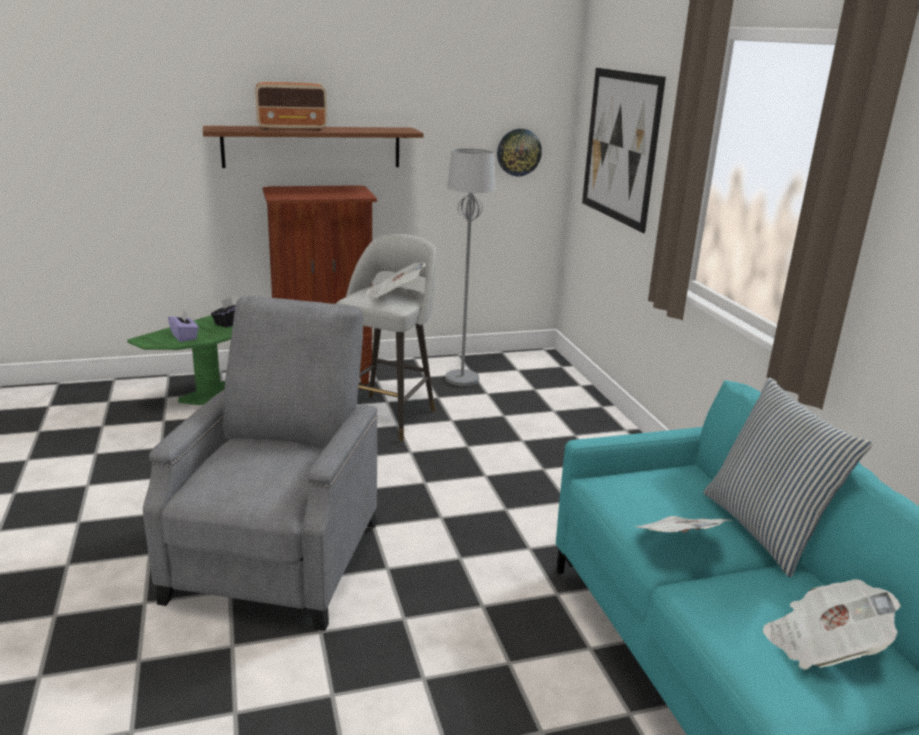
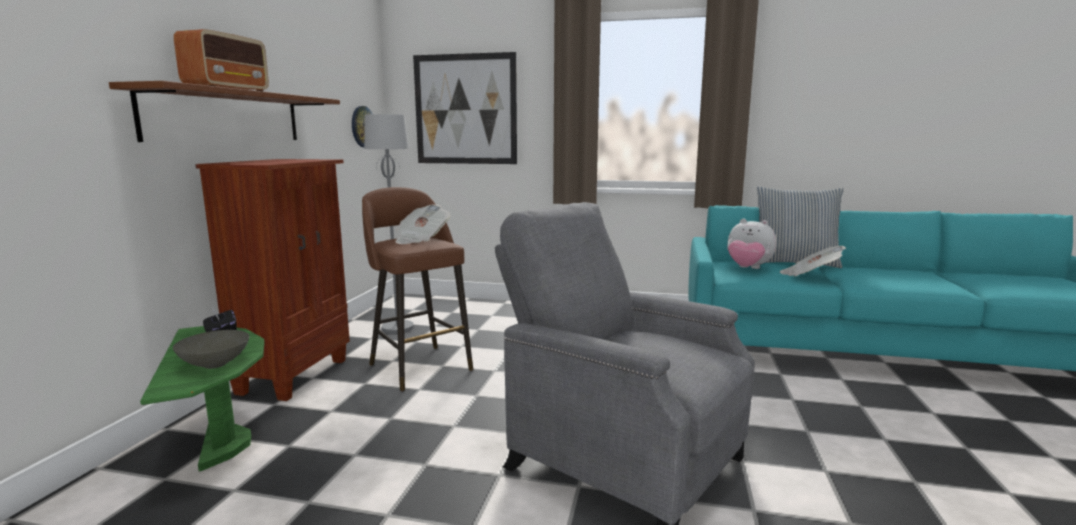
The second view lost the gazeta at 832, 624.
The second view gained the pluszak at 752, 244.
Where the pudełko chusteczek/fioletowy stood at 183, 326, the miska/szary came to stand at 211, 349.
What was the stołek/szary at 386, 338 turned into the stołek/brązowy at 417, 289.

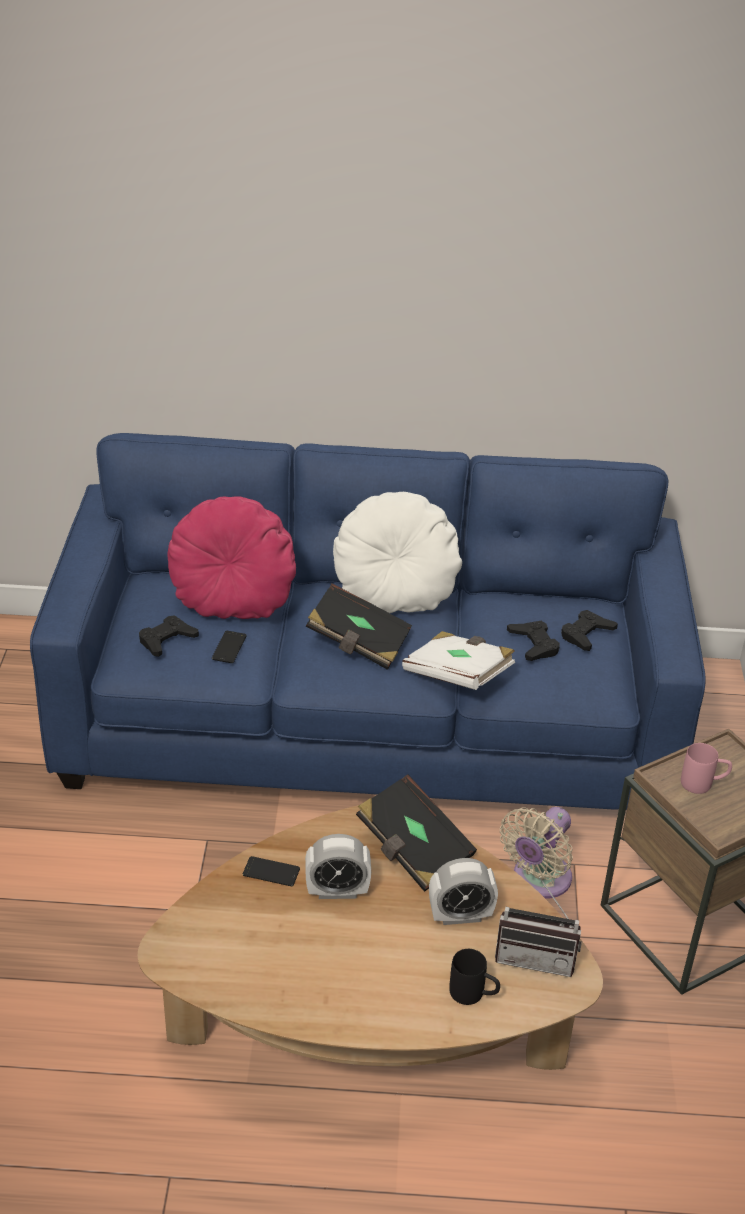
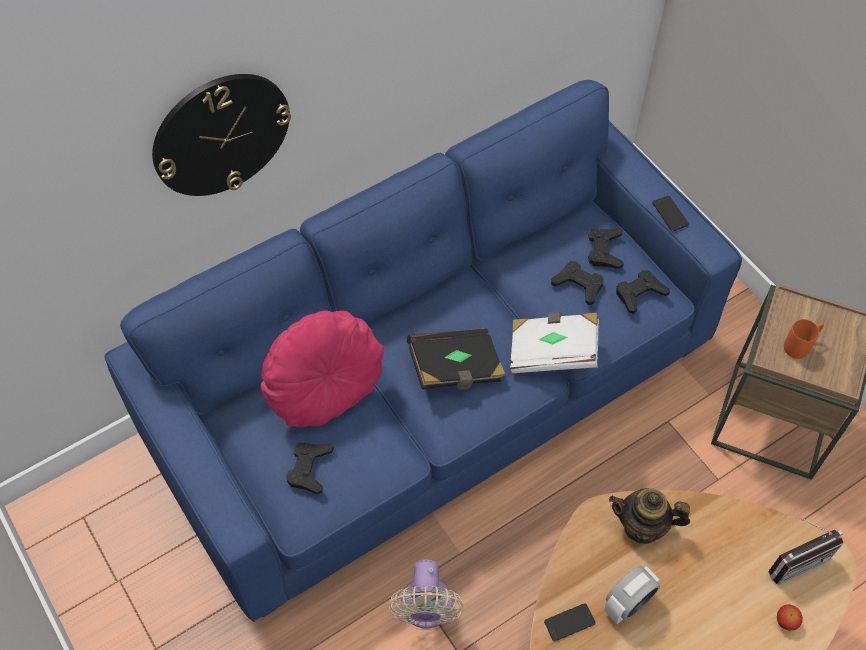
The second view lost the poduszka/biały at 397, 552.
The second view lost the budzik at 463, 891.
The second view gained the zegar ścienny at 221, 135.
The second view gained the pad do gier/czarny at 643, 292.
The telefon ended up elsewhere, having gone from 229, 647 to 670, 213.
The wentylator/beżowy ended up elsewhere, having gone from 536, 853 to 425, 594.
Where the książka/czarny stood at 416, 833, the imbryk came to stand at 649, 516.
Where the kubek/czarny stood at 474, 977, the jabłko came to stand at 790, 617.
What was the kubek/różowy at 706, 768 turned into the kubek/pomarańczowy at 804, 339.

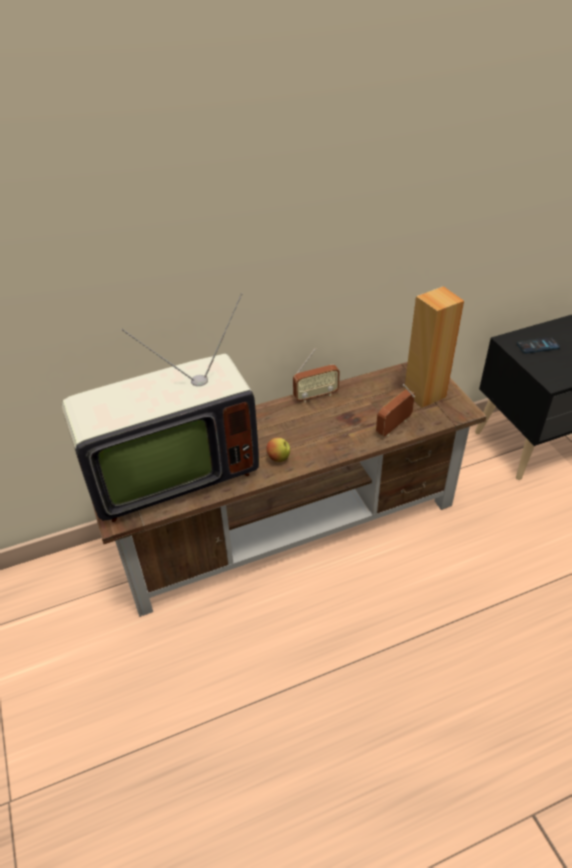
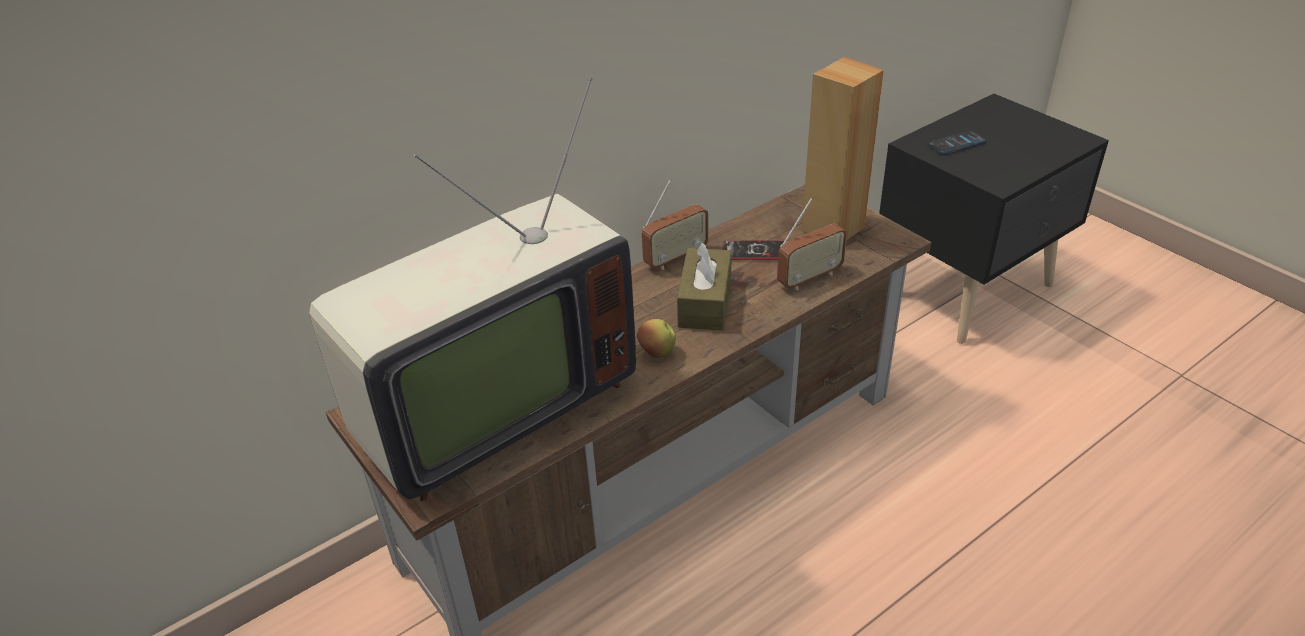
The second view gained the pudełko chusteczek/brązowy at 704, 286.
The second view gained the telefon at 753, 250.
The radio at 395, 410 ended up facing another way, 150 degrees counterclockwise from before.

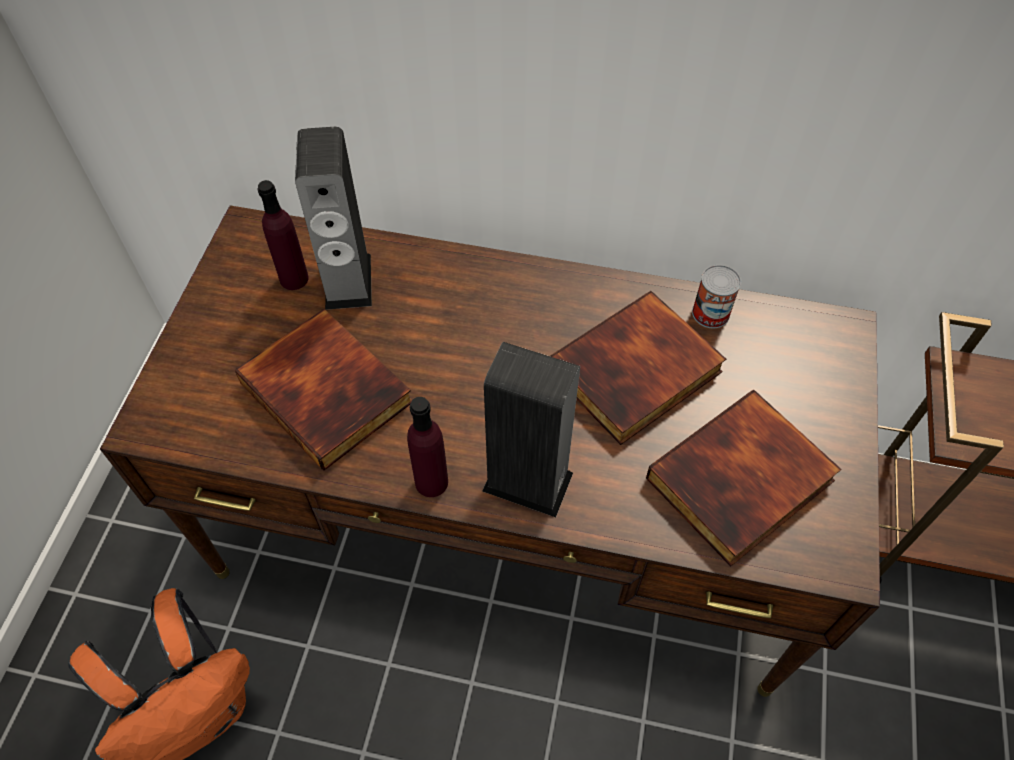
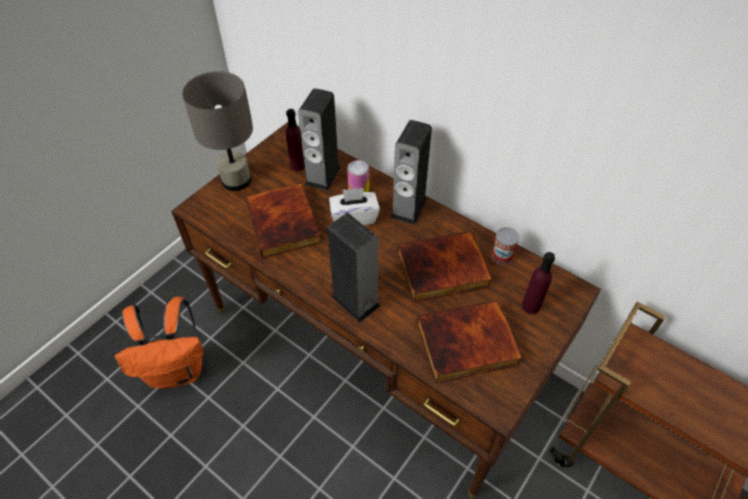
The second view gained the lampa stołowa/szary at 218, 131.
The second view gained the pudełko chusteczek/biały at 354, 206.
The second view gained the puszka at 358, 176.
The second view gained the głośnik at 411, 172.
The butelka/fioletowy ended up elsewhere, having gone from 427, 447 to 538, 283.

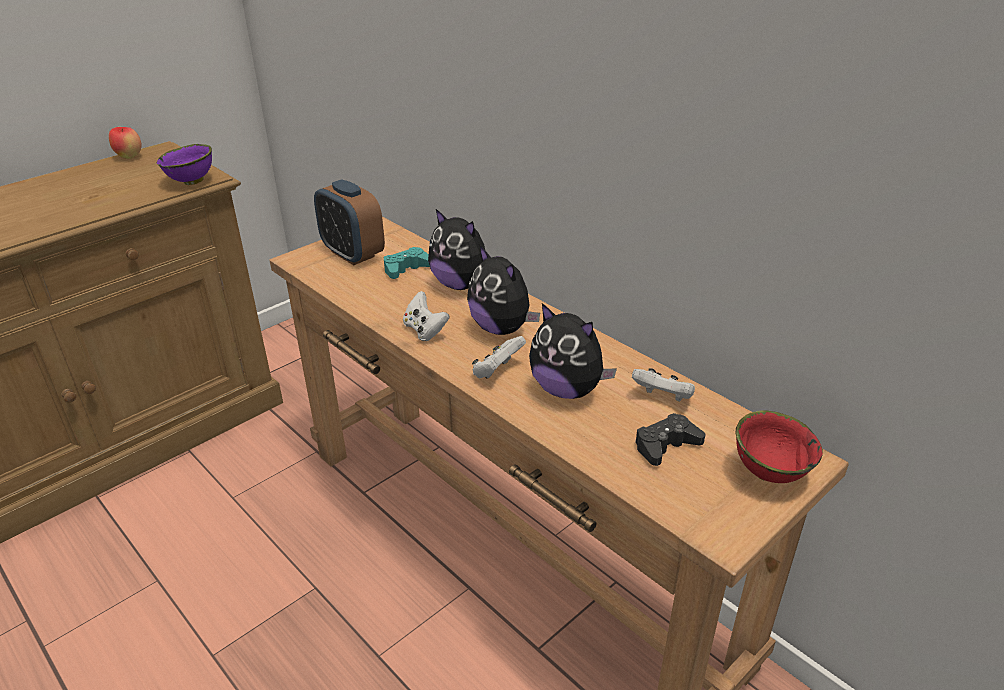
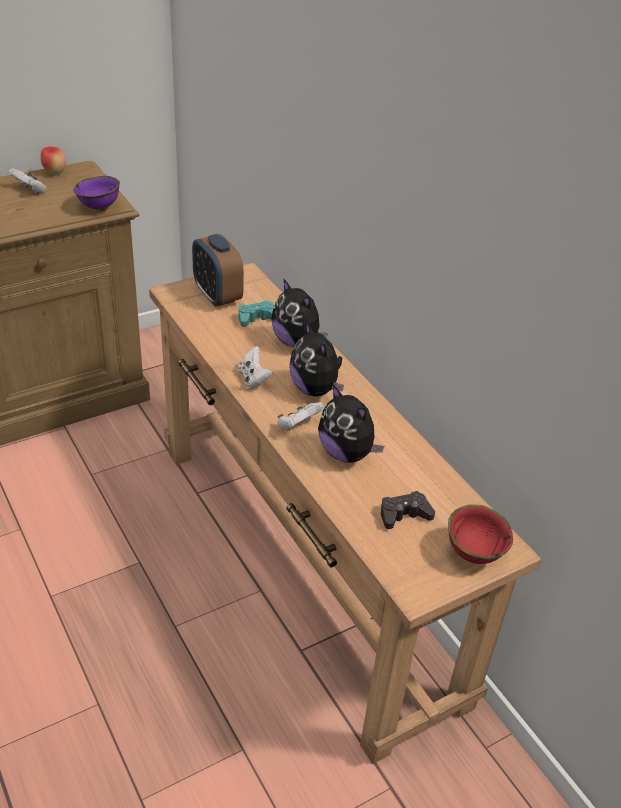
The pad do gier/biały ended up elsewhere, having gone from 663, 385 to 27, 181.

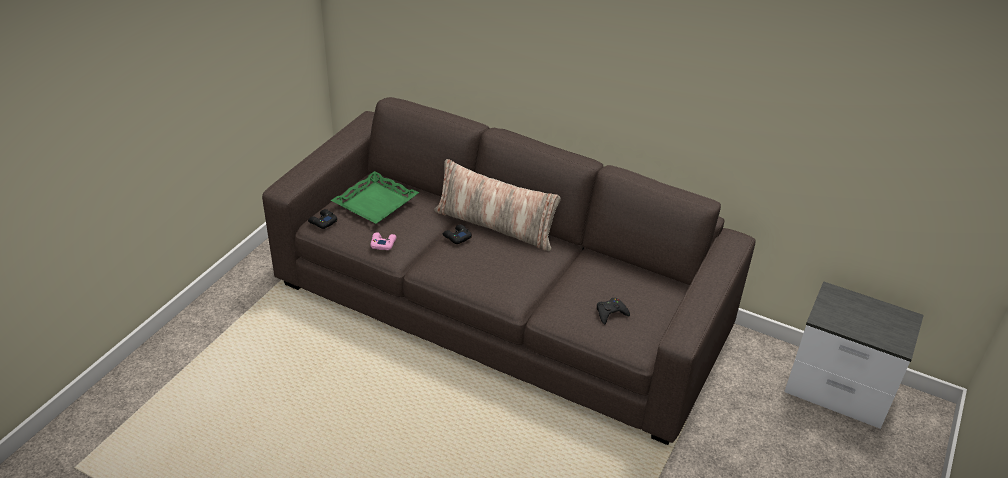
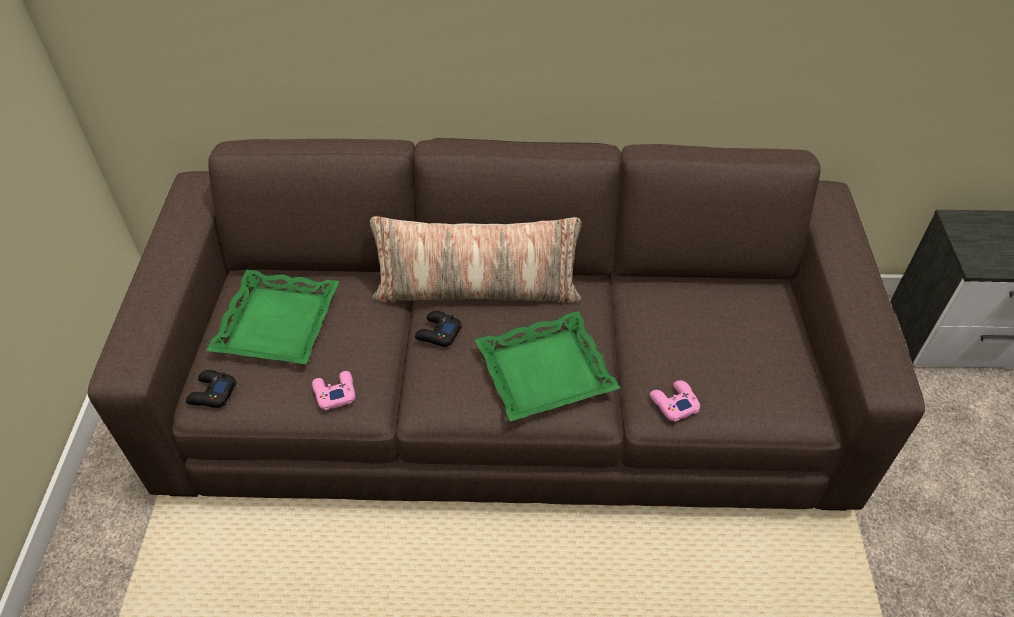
The second view lost the pad do gier/czarny at 613, 311.
The second view gained the taca/zielony at 547, 366.
The second view gained the pad do gier/różowy at 675, 401.

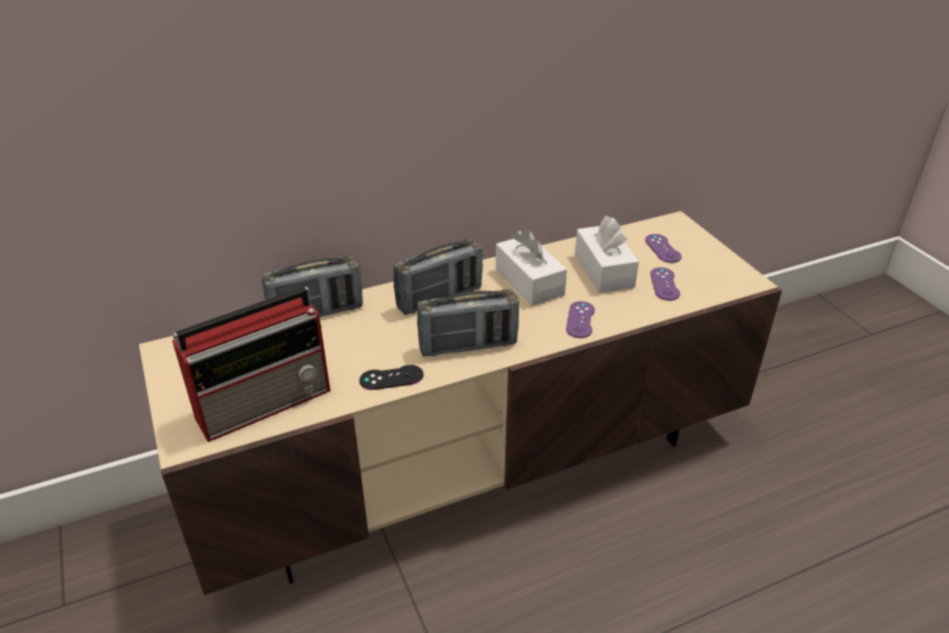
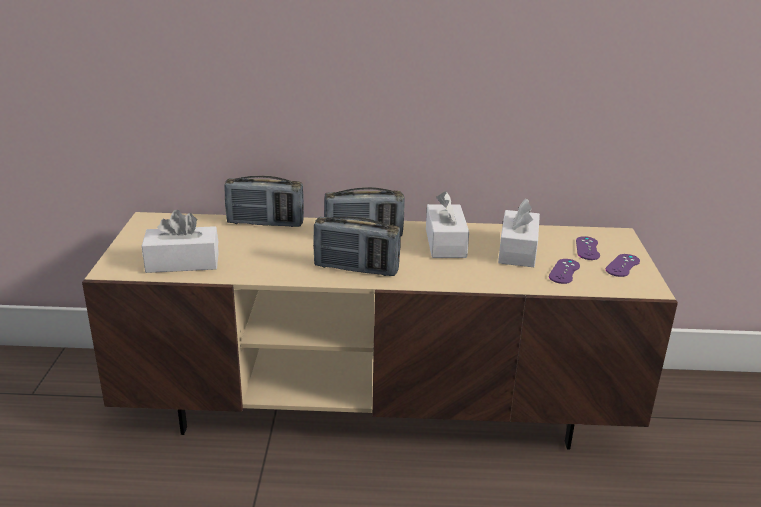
The second view lost the pad do gier/czarny at 391, 377.
The pad do gier/fioletowy ended up elsewhere, having gone from 580, 319 to 623, 265.
Where the radio stood at 251, 364, the pudełko chusteczek/biały came to stand at 180, 241.

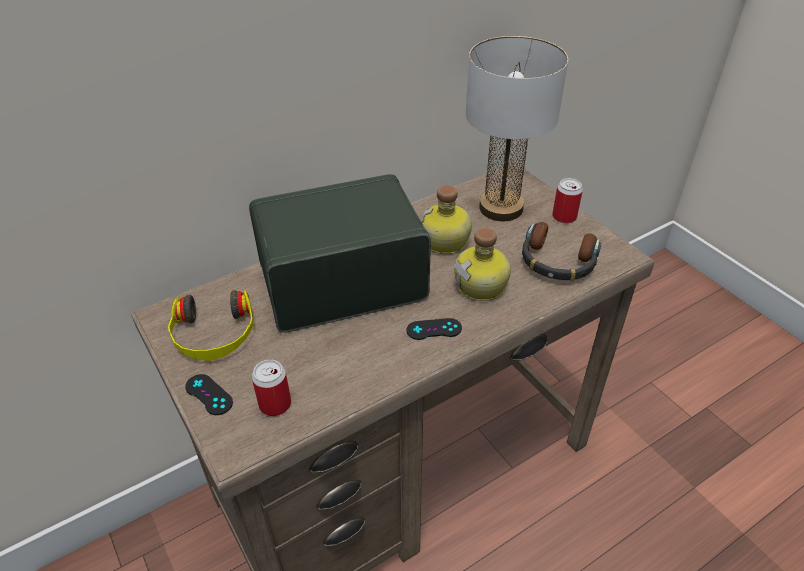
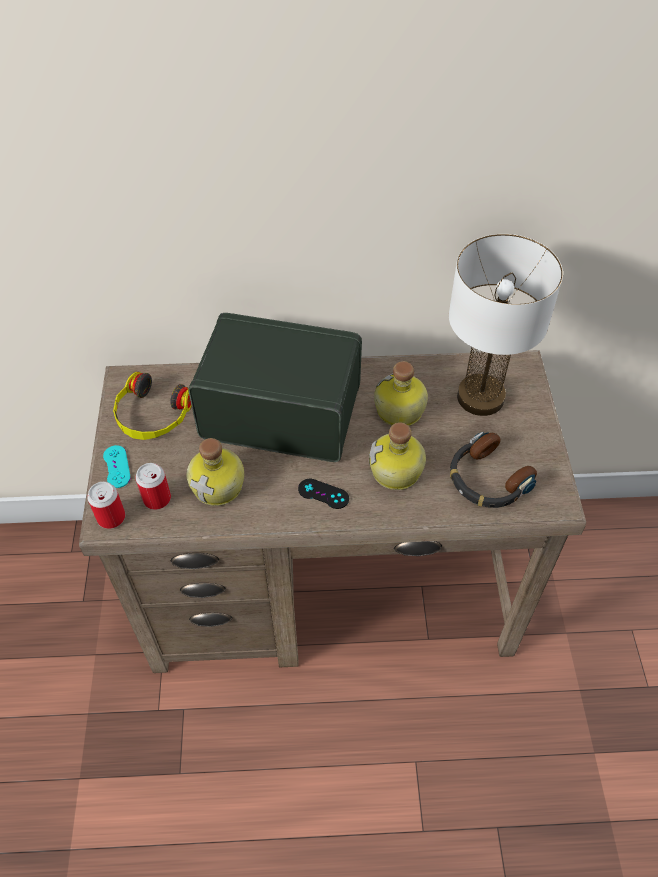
The second view gained the butelka at 215, 472.
The puszka ended up elsewhere, having gone from 567, 200 to 106, 505.
What was the pad do gier/czarny at 209, 394 turned into the pad do gier/turkusowy at 117, 466.

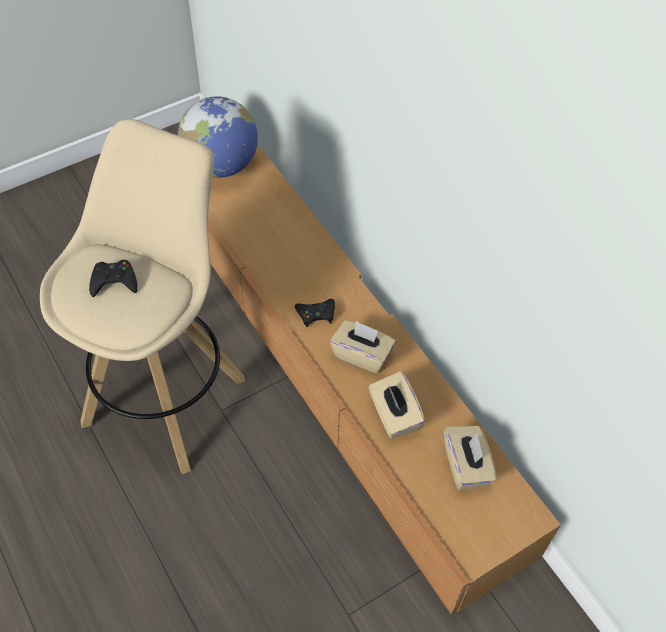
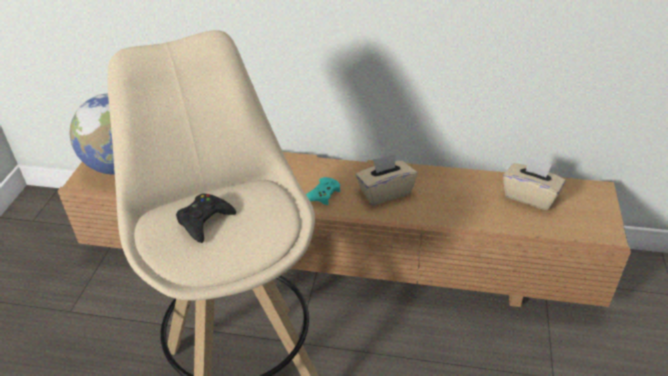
The second view lost the pudełko chusteczek/beżowy at 397, 405.
What was the pad do gier/czarny at 315, 313 turned into the pad do gier/turkusowy at 323, 191.

